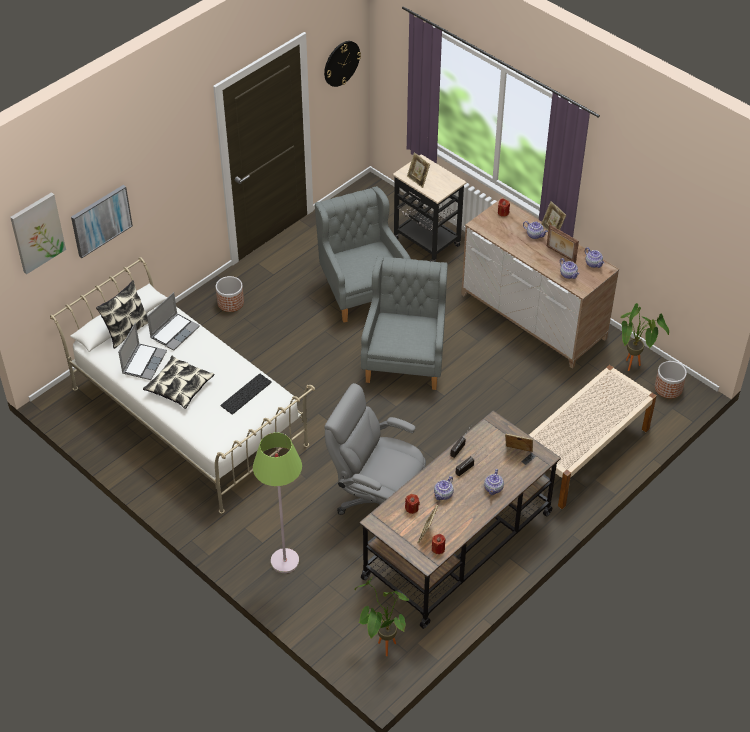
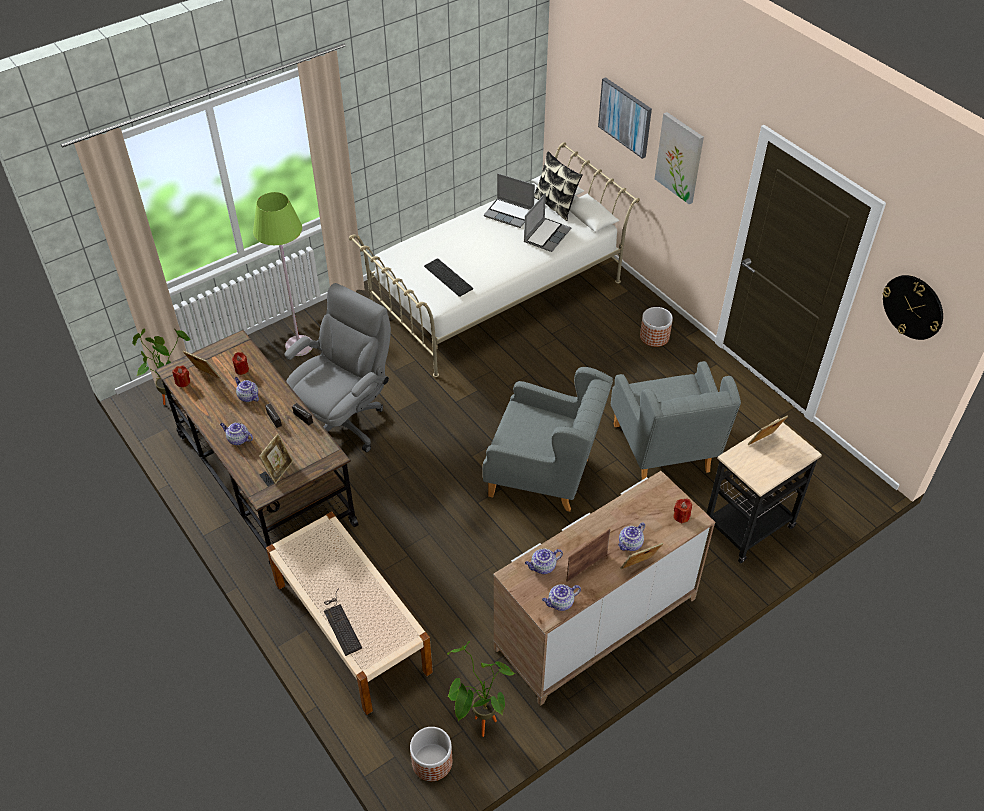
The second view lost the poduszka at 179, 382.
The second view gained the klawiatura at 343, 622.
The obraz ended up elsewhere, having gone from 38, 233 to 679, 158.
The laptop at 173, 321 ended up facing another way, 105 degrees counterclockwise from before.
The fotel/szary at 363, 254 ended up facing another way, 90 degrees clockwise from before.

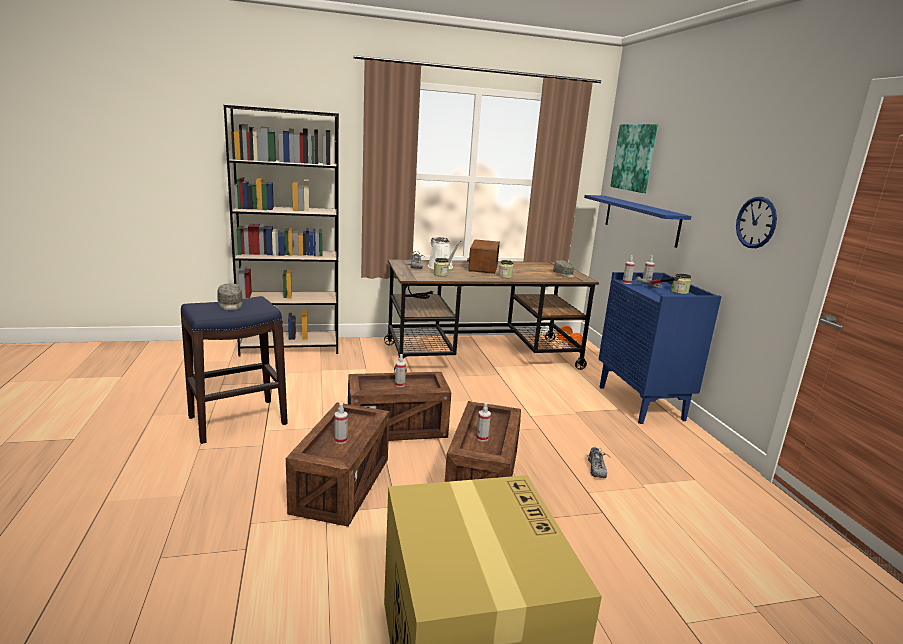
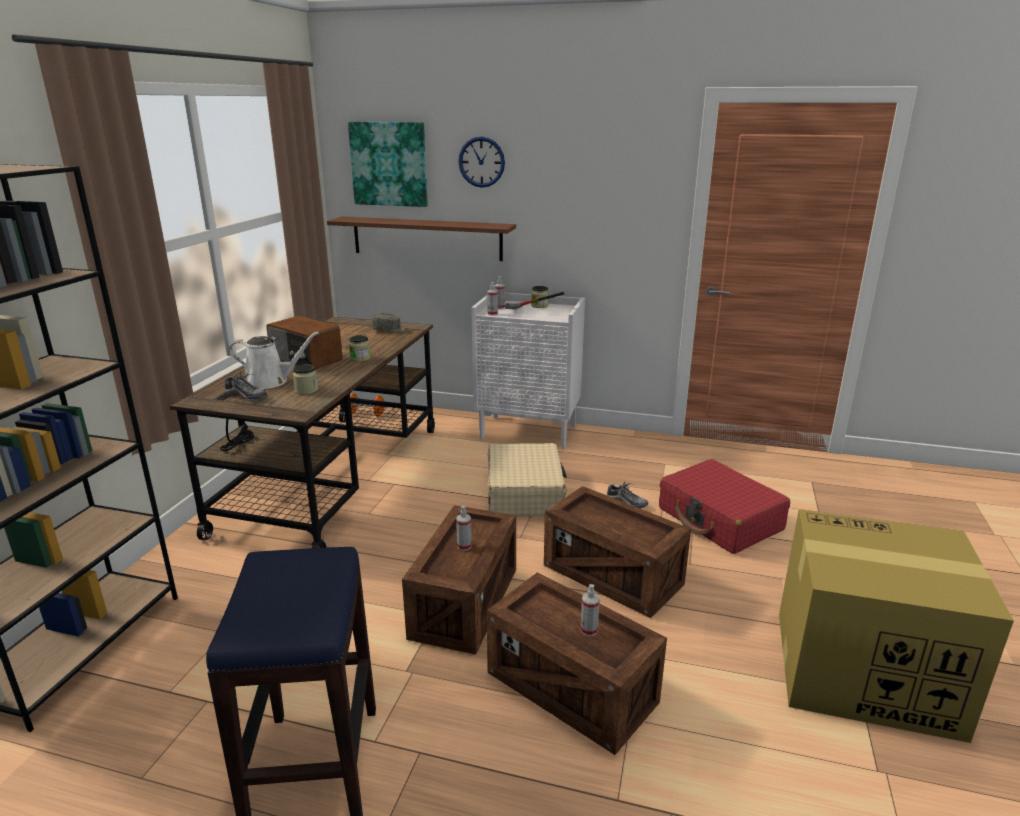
The second view lost the czapka z daszkiem/szary at 230, 296.
The second view lost the spryskiwacz at 483, 422.
The second view gained the walizka/beżowy at 527, 480.
The second view gained the walizka/czerwony at 724, 506.
The zegar ścienny ended up elsewhere, having gone from 756, 222 to 481, 162.
What was the półka/niebieski at 637, 221 turned into the półka/brązowy at 421, 239.
What was the szafka/niebieski at 660, 348 turned into the szafka/biały at 528, 371.

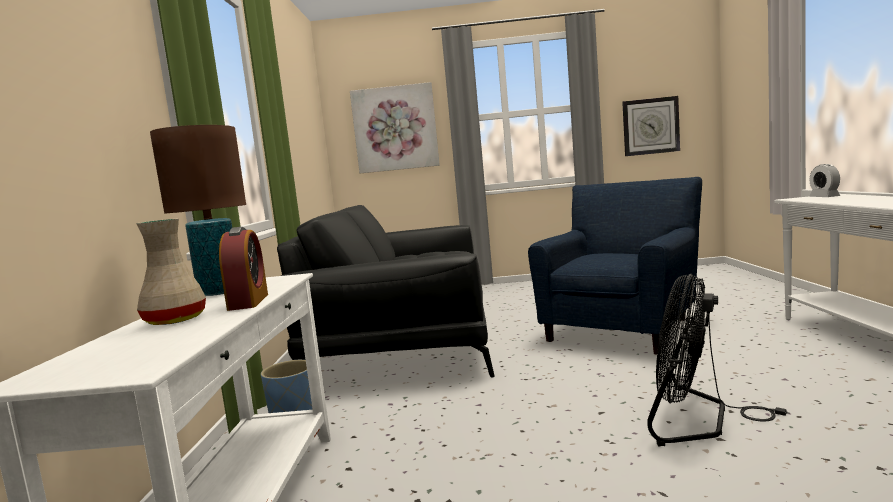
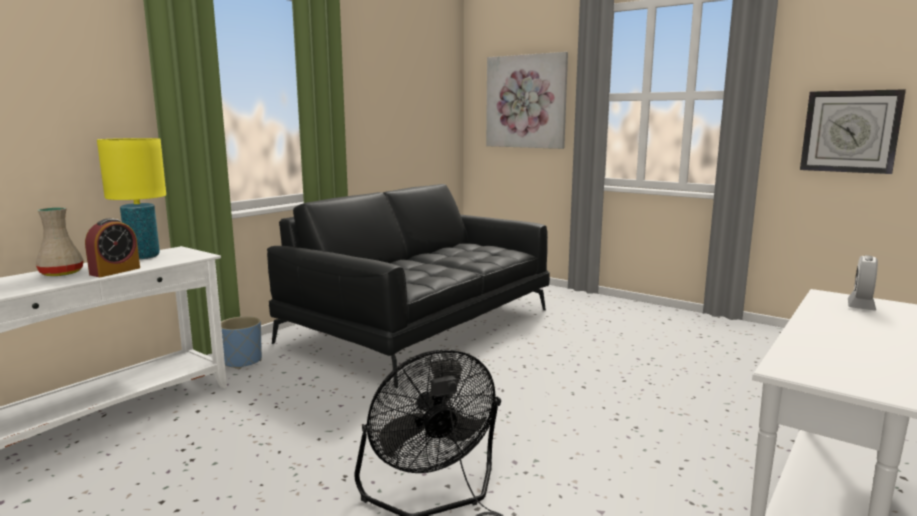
The second view lost the fotel/niebieski at 615, 266.
What was the lampa stołowa/brązowy at 198, 210 turned into the lampa stołowa/żółty at 131, 198.

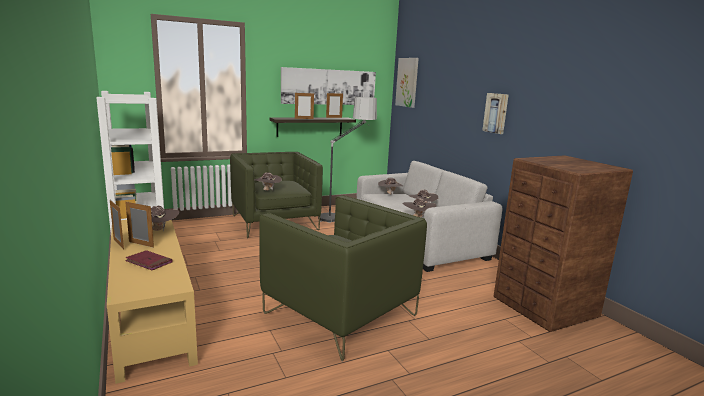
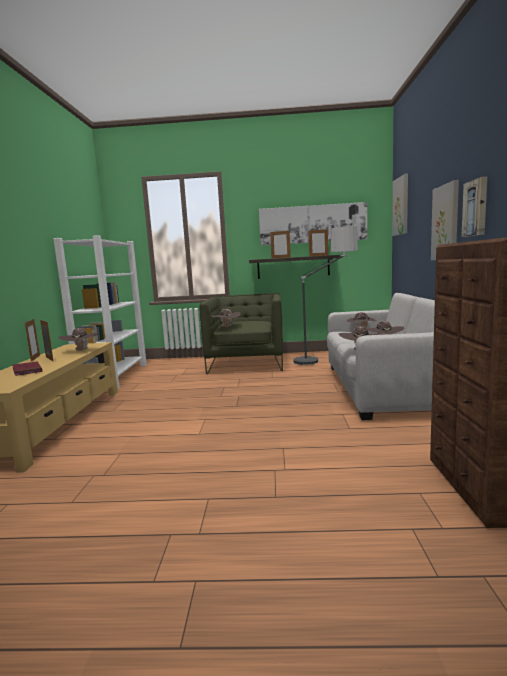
The second view lost the fotel/zielony at 343, 278.
The second view gained the obraz at 445, 220.

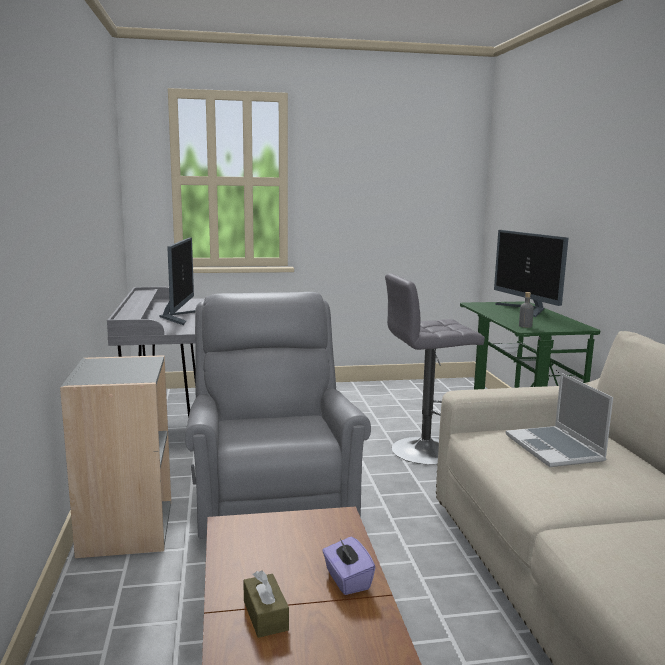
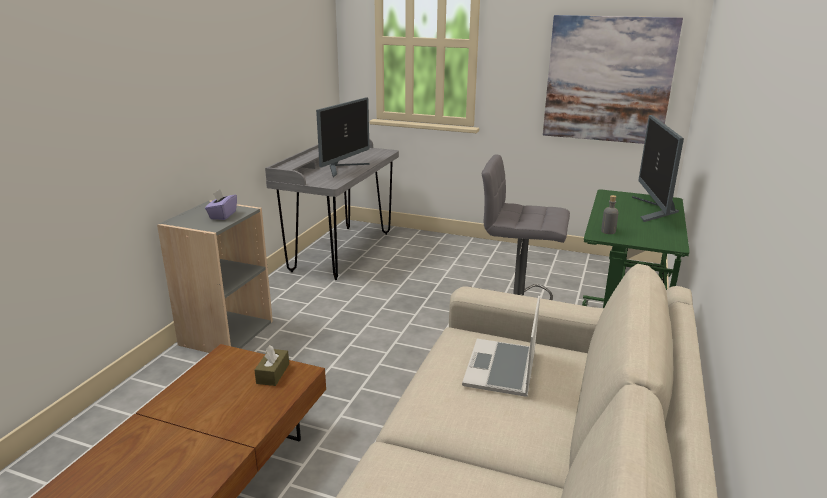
The second view lost the fotel/szary at 278, 415.
The second view gained the obraz at 613, 79.
The pudełko chusteczek/brązowy ended up elsewhere, having gone from 266, 604 to 272, 365.
The pudełko chusteczek/fioletowy ended up elsewhere, having gone from 348, 566 to 221, 205.

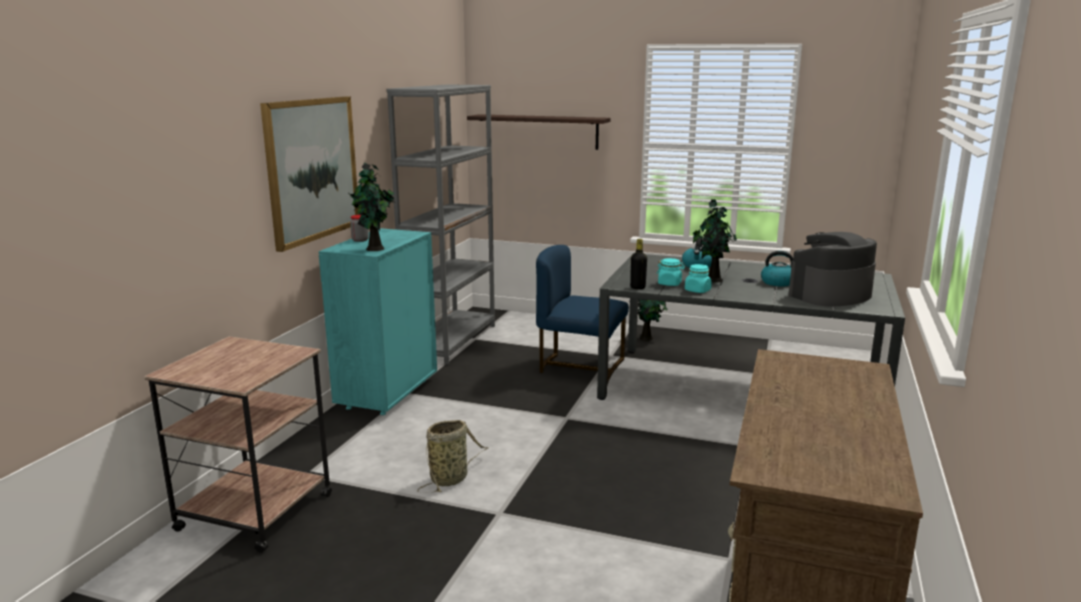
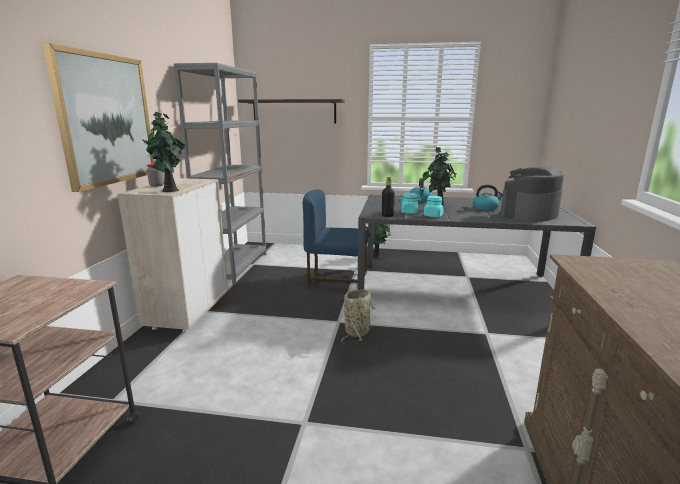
The koszyk ended up elsewhere, having gone from 452, 456 to 359, 316.
What was the szafka/turkusowy at 378, 321 turned into the szafka/beżowy at 173, 255.

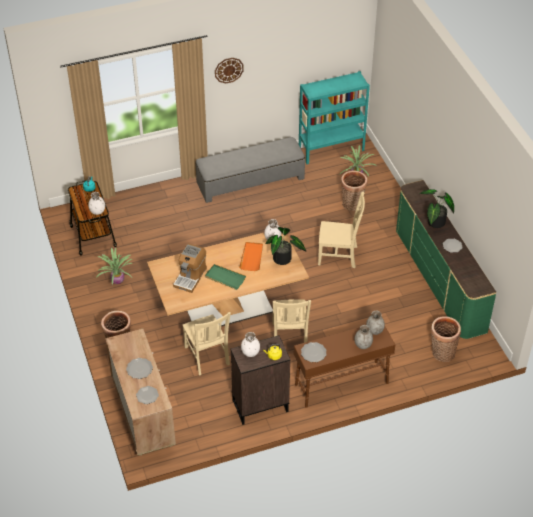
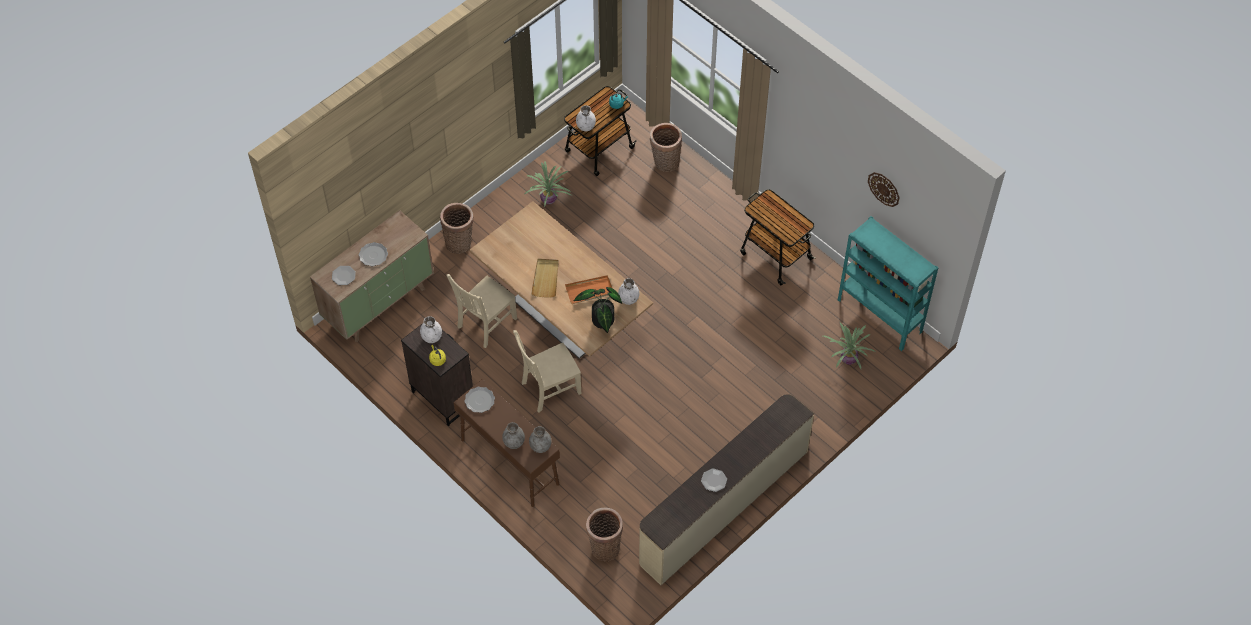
The second view lost the ekspres do kawy at 190, 268.
The second view lost the krzesło/beżowy at 341, 229.
The second view lost the roślina doniczkowa at 436, 208.
The zegar ścienny ended up elsewhere, having gone from 229, 70 to 884, 189.
The koszyk ended up elsewhere, having gone from 354, 191 to 666, 147.
Where the ławka/szary stood at 250, 170, the wózek came to stand at 777, 237.
What was the taca/zielony at 225, 277 turned into the taca/beżowy at 545, 278.
What was the szafka/zielony at 446, 259 turned into the szafka/beżowy at 726, 489.

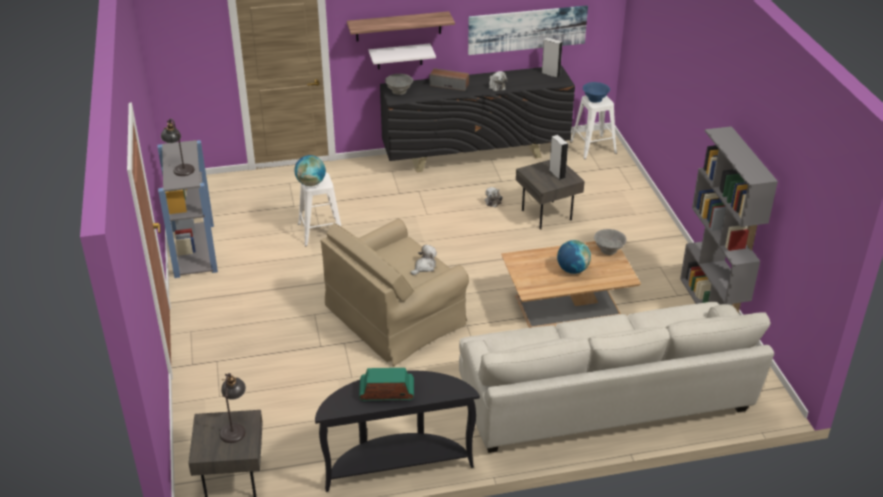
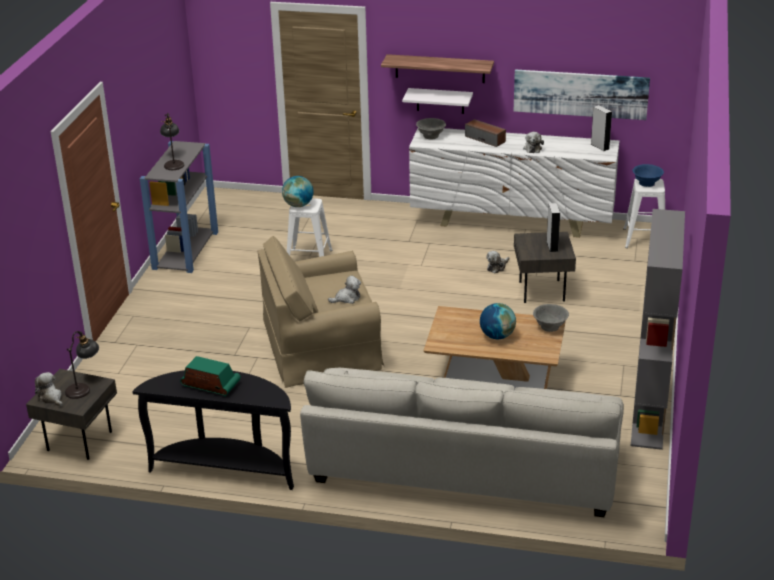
The second view gained the pluszak at 49, 389.
What was the szafka/czarny at 477, 118 turned into the szafka/biały at 514, 183.

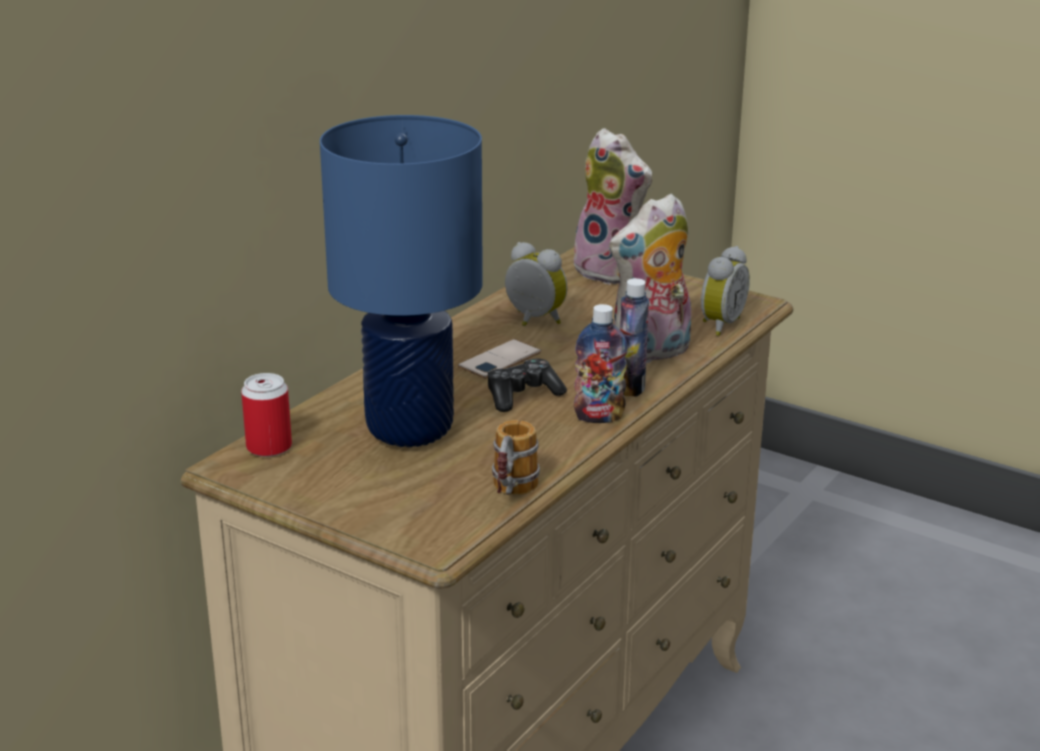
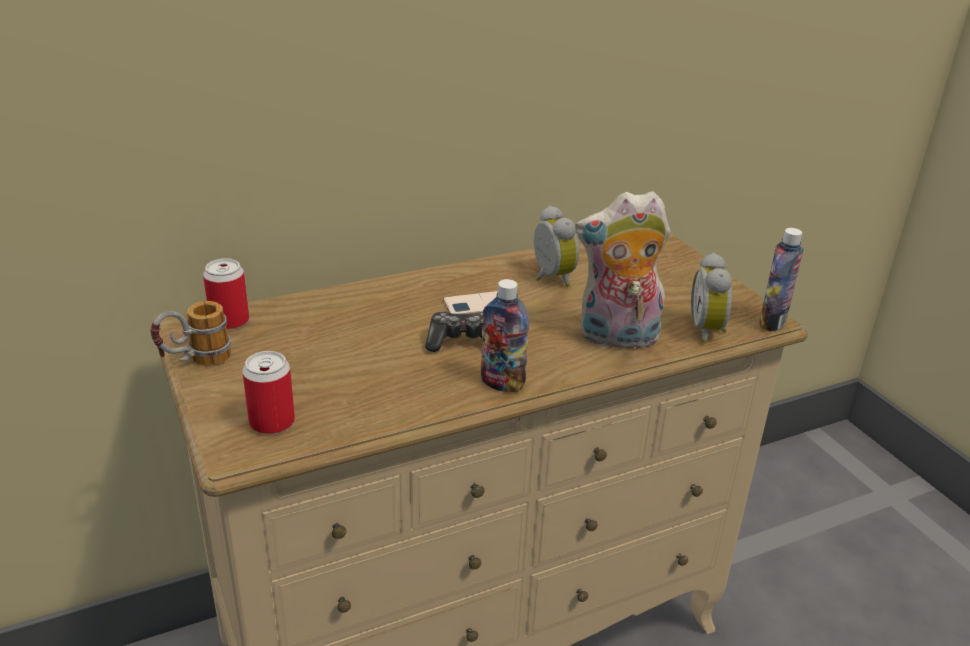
The second view lost the lampa stołowa/niebieski at 401, 281.
The second view lost the pluszak at 612, 206.
The second view gained the puszka at 268, 392.
The kubek ended up elsewhere, having gone from 516, 457 to 190, 333.
The butelka ended up elsewhere, having gone from 634, 337 to 781, 279.
The budzik at 725, 291 ended up facing another way, 120 degrees clockwise from before.

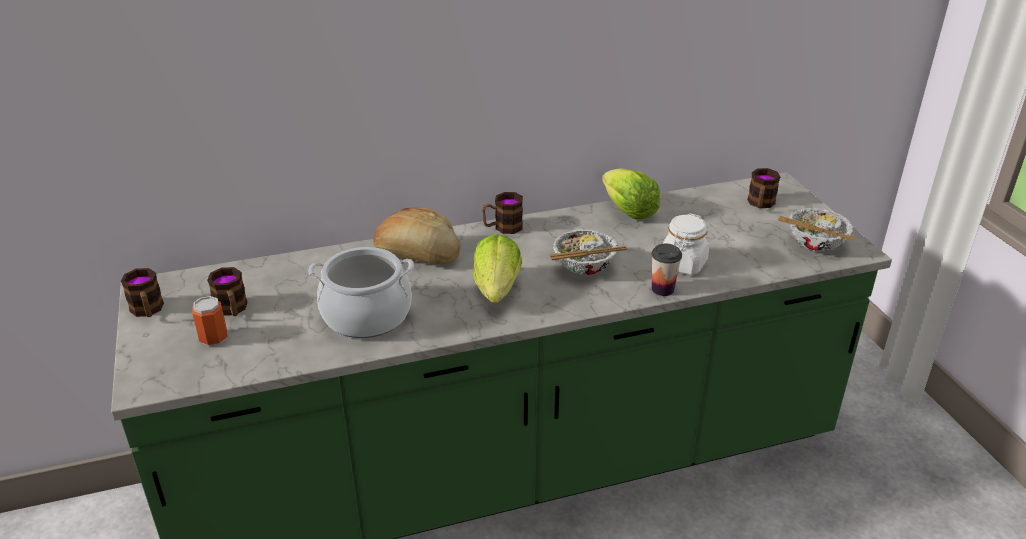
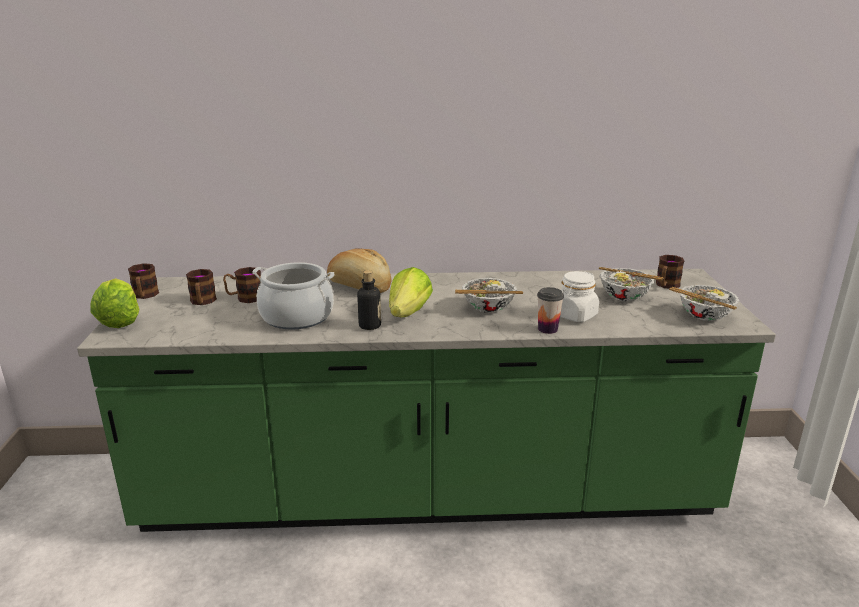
The second view lost the puszka at 210, 321.
The second view gained the butelka at 369, 300.
The second view gained the miska at 631, 284.
The kubek ended up elsewhere, having gone from 502, 213 to 242, 285.
The sałata ended up elsewhere, having gone from 631, 194 to 115, 303.

